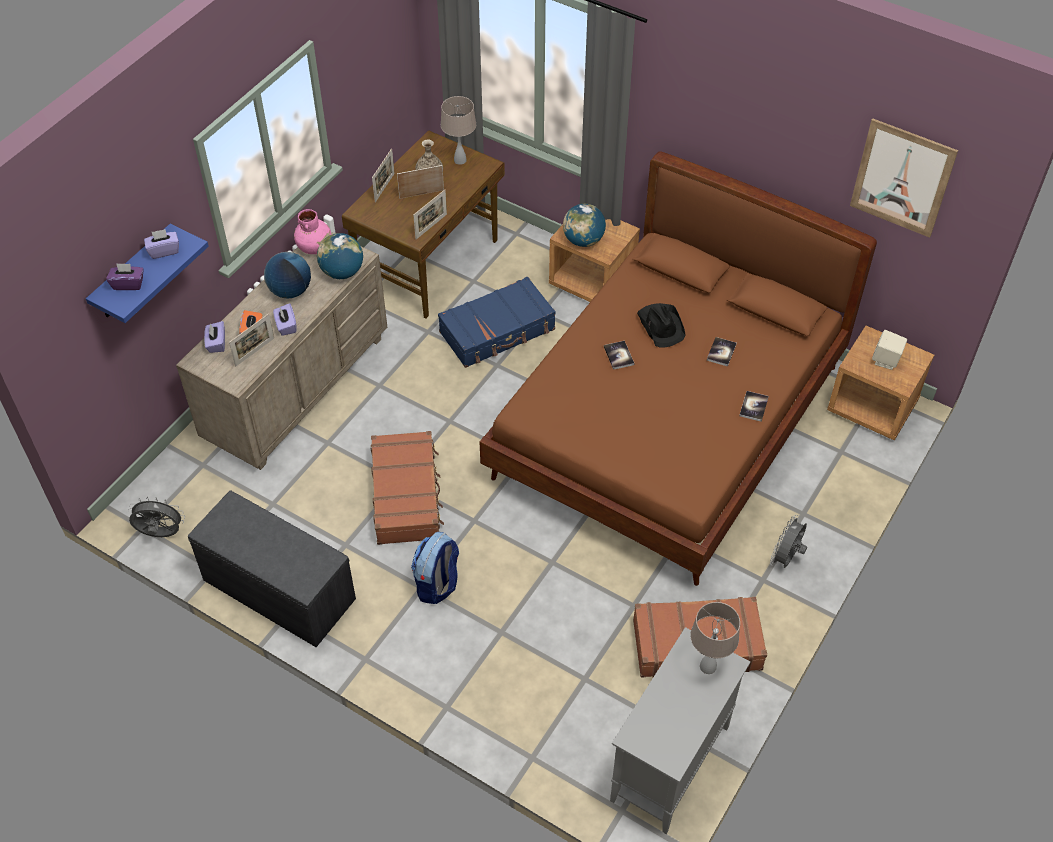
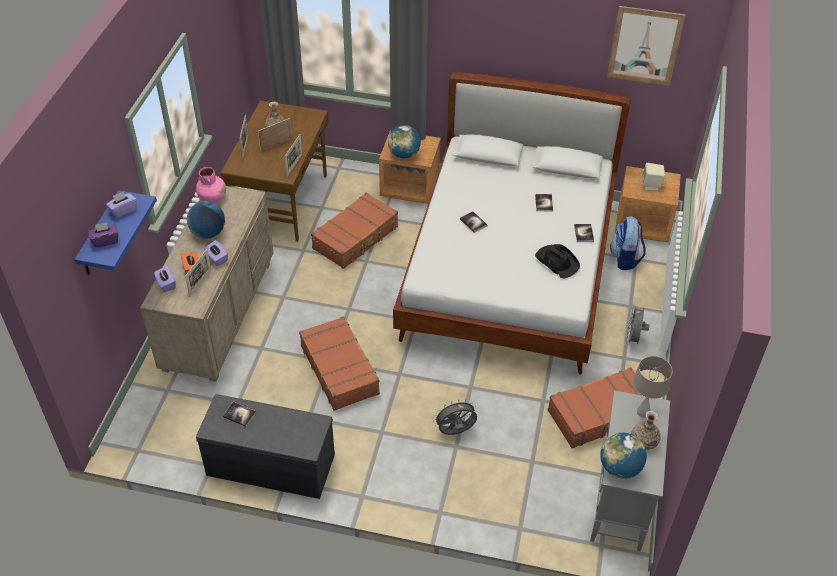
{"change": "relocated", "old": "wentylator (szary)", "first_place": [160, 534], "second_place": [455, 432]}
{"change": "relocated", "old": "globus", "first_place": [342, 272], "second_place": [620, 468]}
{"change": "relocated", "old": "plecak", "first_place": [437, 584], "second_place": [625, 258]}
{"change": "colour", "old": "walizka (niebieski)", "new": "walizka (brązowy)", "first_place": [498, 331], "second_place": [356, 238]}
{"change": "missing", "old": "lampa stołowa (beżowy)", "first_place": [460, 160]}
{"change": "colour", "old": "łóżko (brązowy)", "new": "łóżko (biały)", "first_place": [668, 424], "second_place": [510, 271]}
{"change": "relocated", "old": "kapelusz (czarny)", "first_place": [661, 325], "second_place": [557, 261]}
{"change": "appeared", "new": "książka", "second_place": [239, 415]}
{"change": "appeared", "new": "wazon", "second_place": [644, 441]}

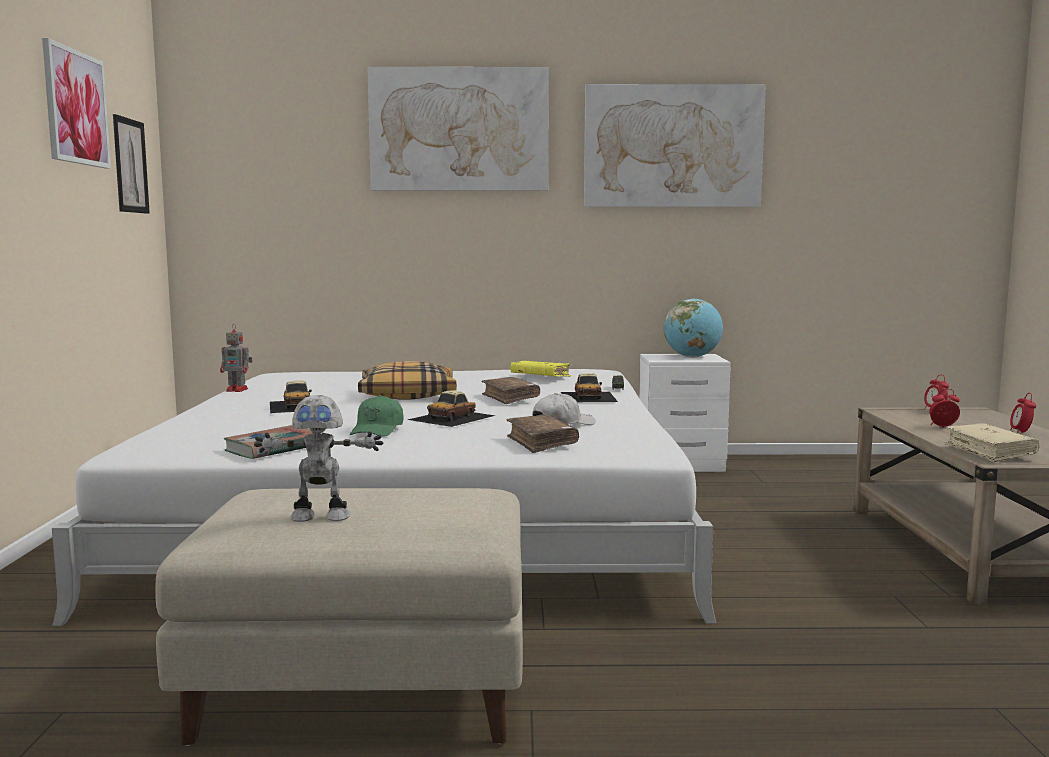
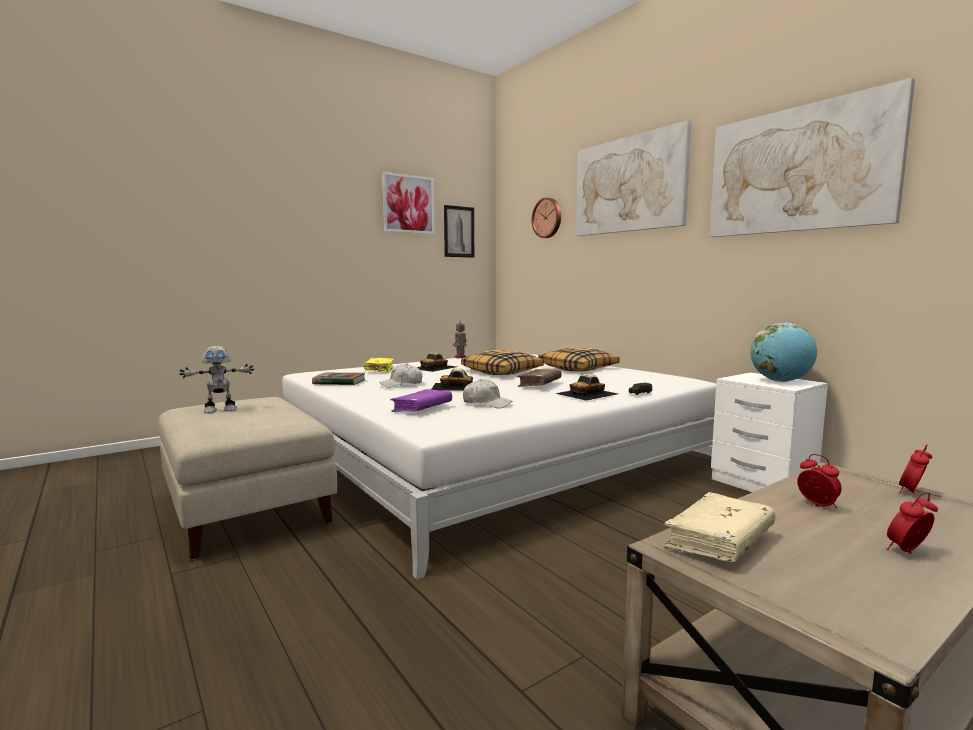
{"change": "spun", "old": "robot zabawkowy", "first_place": [321, 516], "second_place": [220, 410], "degrees": -75}
{"change": "colour", "old": "czapka z daszkiem (zielony)", "new": "czapka z daszkiem (biały)", "first_place": [378, 430], "second_place": [401, 384]}
{"change": "colour", "old": "książka (brązowy)", "new": "książka (fioletowy)", "first_place": [541, 443], "second_place": [422, 409]}
{"change": "relocated", "old": "książka (żółty)", "first_place": [540, 377], "second_place": [379, 370]}
{"change": "appeared", "new": "zegar ścienny", "second_place": [547, 218]}
{"change": "appeared", "new": "poduszka", "second_place": [578, 368]}

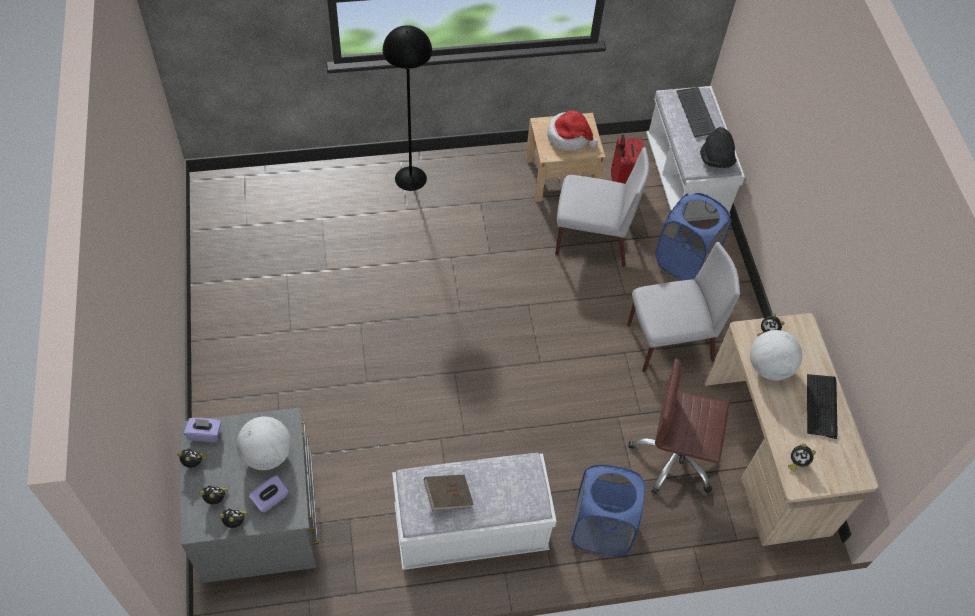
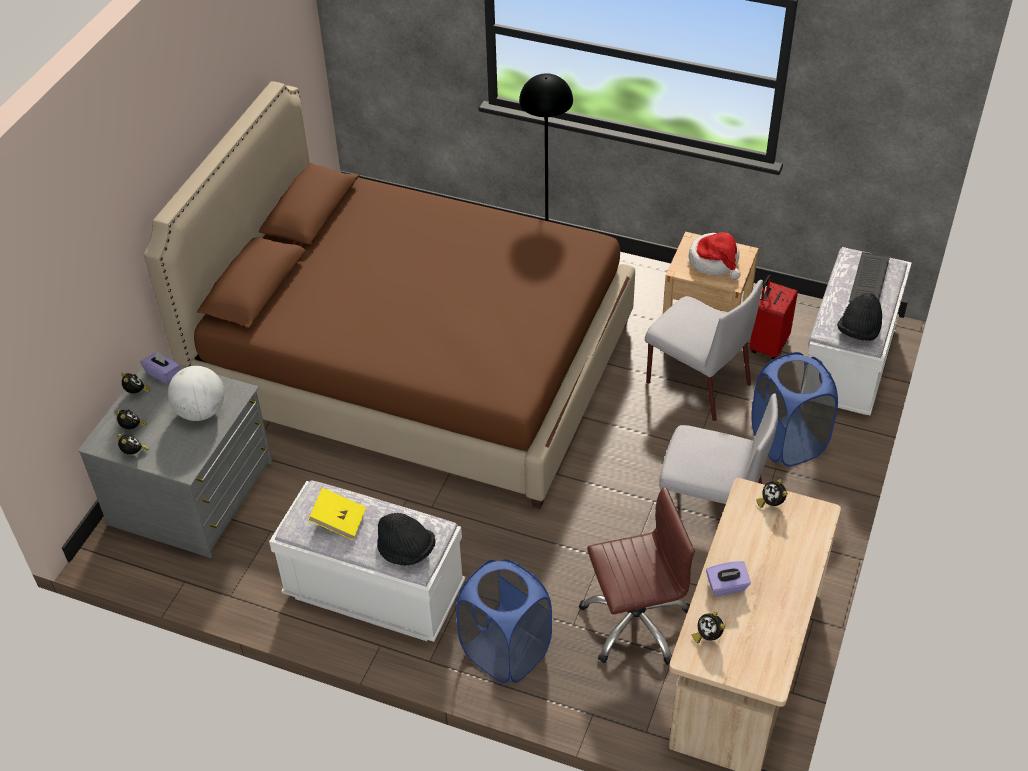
{"change": "relocated", "old": "pudełko chusteczek (fioletowy)", "first_place": [270, 499], "second_place": [727, 586]}
{"change": "colour", "old": "książka (brązowy)", "new": "książka (żółty)", "first_place": [448, 496], "second_place": [339, 521]}
{"change": "spun", "old": "krzesło biurowe (brązowy)", "first_place": [674, 457], "second_place": [635, 622], "degrees": 120}
{"change": "missing", "old": "globus", "first_place": [769, 367]}
{"change": "missing", "old": "klawiatura", "first_place": [821, 406]}
{"change": "appeared", "new": "łóżko (brązowy)", "second_place": [415, 365]}
{"change": "appeared", "new": "kapelusz (czarny)", "second_place": [406, 550]}

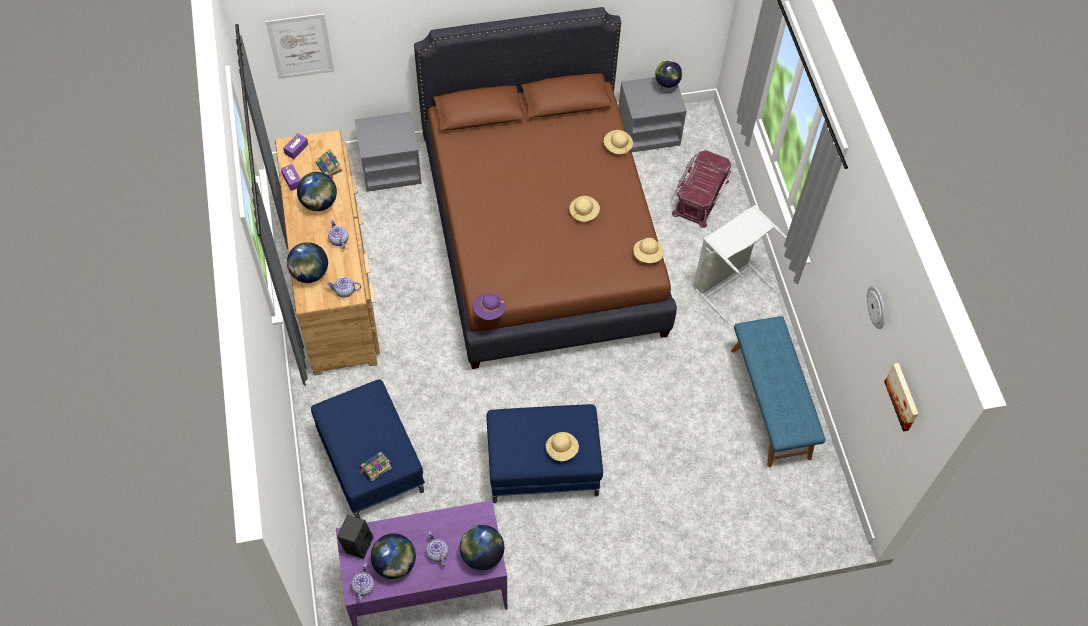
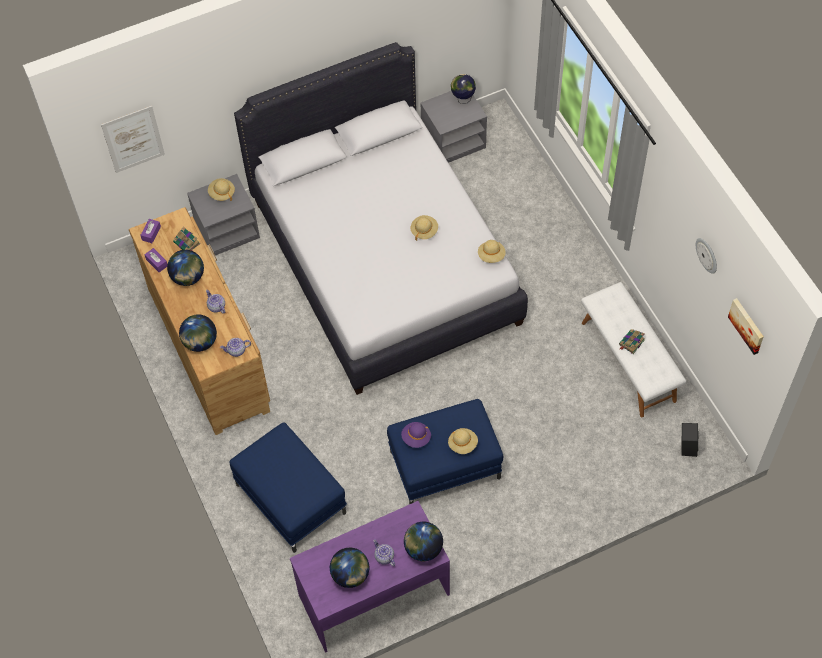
{"change": "relocated", "old": "głośnik (czarny)", "first_place": [357, 543], "second_place": [686, 446]}
{"change": "missing", "old": "imbryk", "first_place": [363, 586]}
{"change": "relocated", "old": "książka", "first_place": [375, 467], "second_place": [631, 343]}
{"change": "colour", "old": "łóżko (brązowy)", "new": "łóżko (biały)", "first_place": [541, 237], "second_place": [384, 261]}
{"change": "relocated", "old": "kapelusz (fioletowy)", "first_place": [489, 310], "second_place": [416, 438]}
{"change": "relocated", "old": "kapelusz (beżowy)", "first_place": [617, 146], "second_place": [222, 193]}
{"change": "missing", "old": "pojemnik do przechowywania (czerwony)", "first_place": [699, 197]}
{"change": "missing", "old": "kosz na pranie (szary)", "first_place": [728, 283]}
{"change": "colour", "old": "ławka (niebieski)", "new": "ławka (biały)", "first_place": [771, 403], "second_place": [629, 361]}

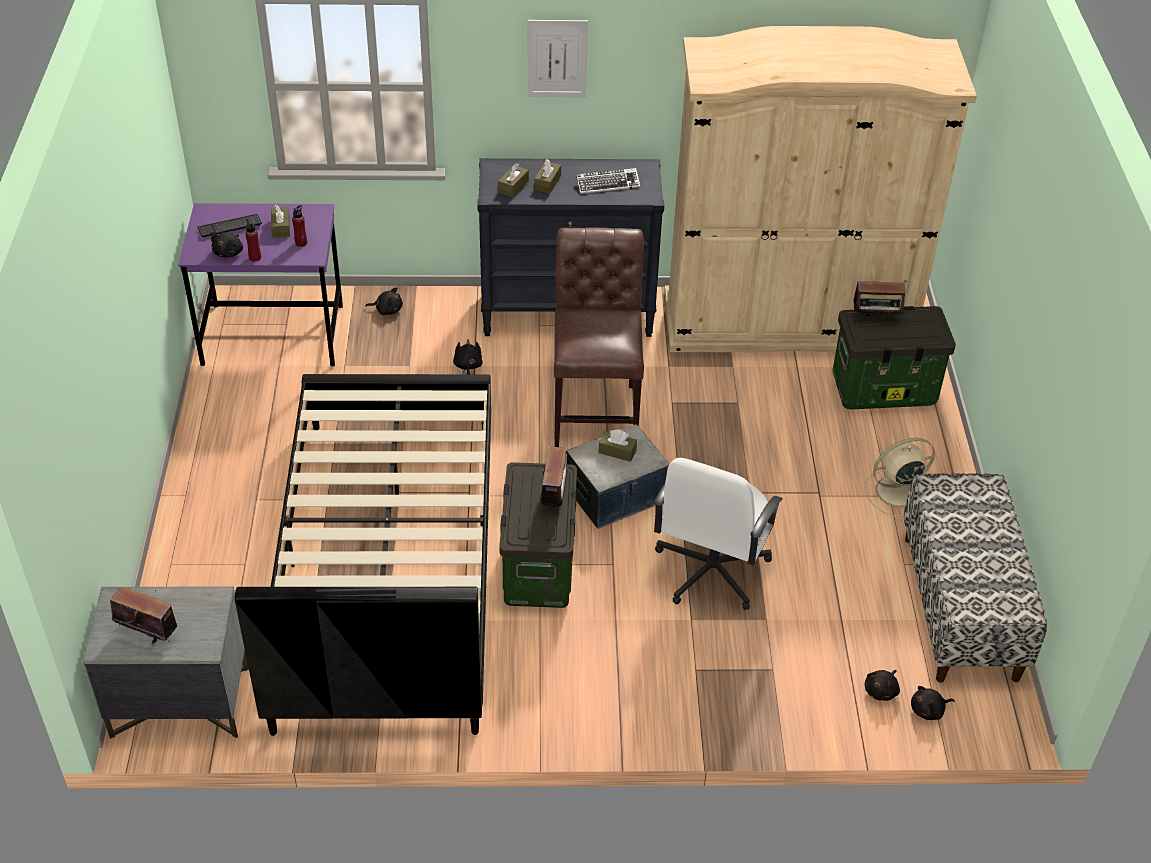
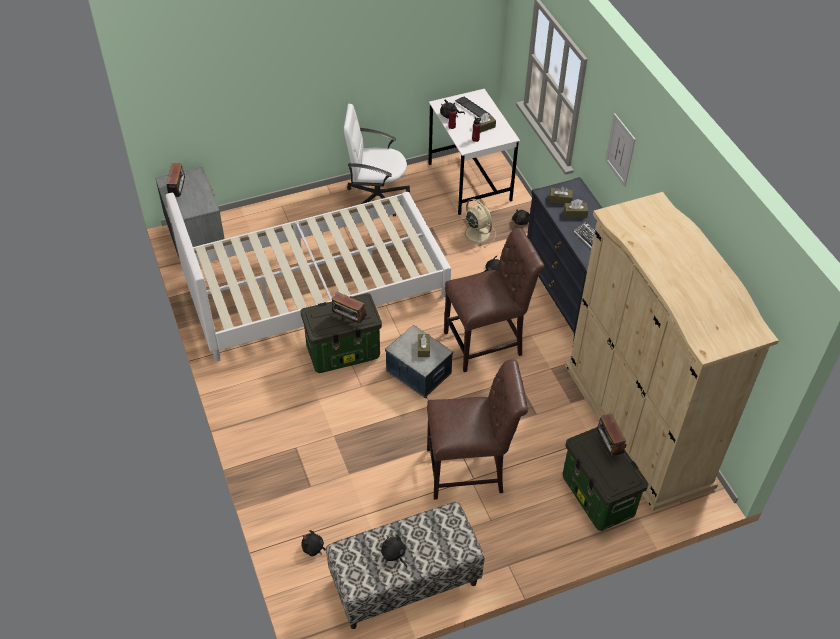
{"change": "colour", "old": "biurko (fioletowy)", "new": "biurko (biały)", "first_place": [274, 335], "second_place": [470, 182]}
{"change": "colour", "old": "łóżko (czarny)", "new": "łóżko (biały)", "first_place": [388, 567], "second_place": [316, 288]}
{"change": "spun", "old": "radio", "first_place": [554, 497], "second_place": [349, 320], "degrees": 45}
{"change": "relocated", "old": "krzesło biurowe (biały)", "first_place": [710, 570], "second_place": [376, 196]}
{"change": "relocated", "old": "wentylator (beżowy)", "first_place": [895, 492], "second_place": [476, 233]}
{"change": "relocated", "old": "pluszak (czarny)", "first_place": [928, 710], "second_place": [394, 554]}
{"change": "appeared", "new": "krzesło (brązowy)", "second_place": [470, 471]}

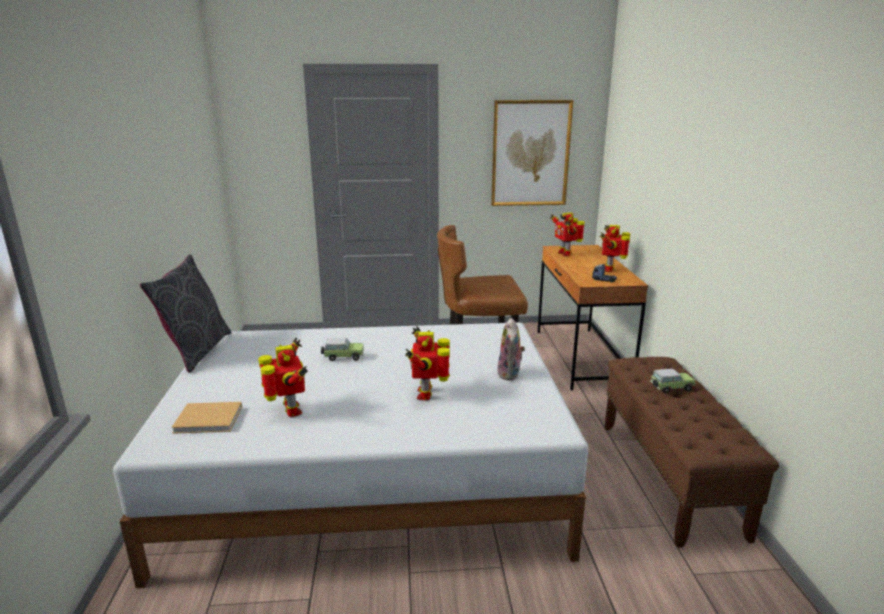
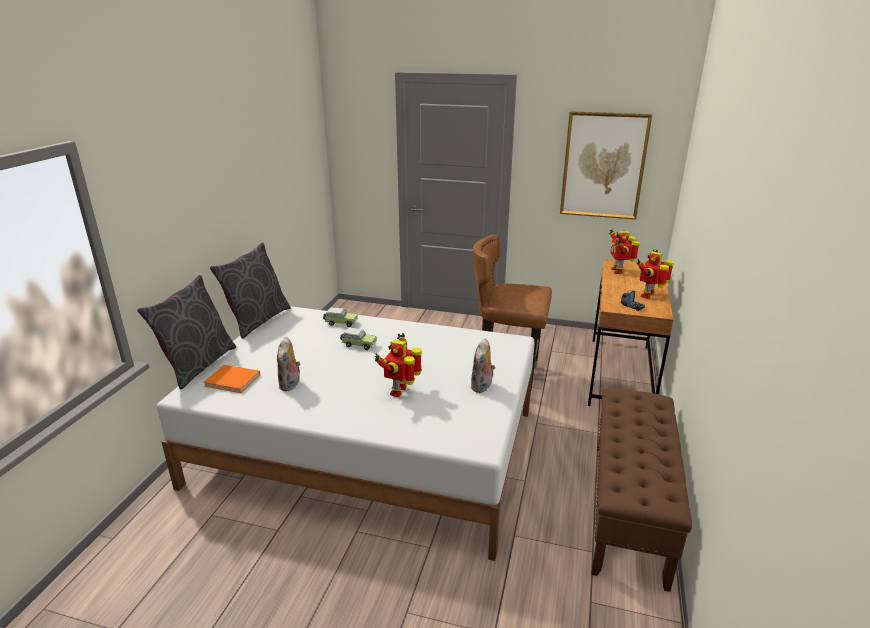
{"change": "colour", "old": "książka (beżowy)", "new": "książka (pomarańczowy)", "first_place": [210, 419], "second_place": [234, 380]}
{"change": "exchanged", "old": "robot zabawkowy", "new": "pluszak", "first_place": [290, 411], "second_place": [291, 385]}
{"change": "relocated", "old": "samochodzik", "first_place": [670, 388], "second_place": [340, 323]}
{"change": "appeared", "new": "poduszka (szary)", "second_place": [198, 365]}

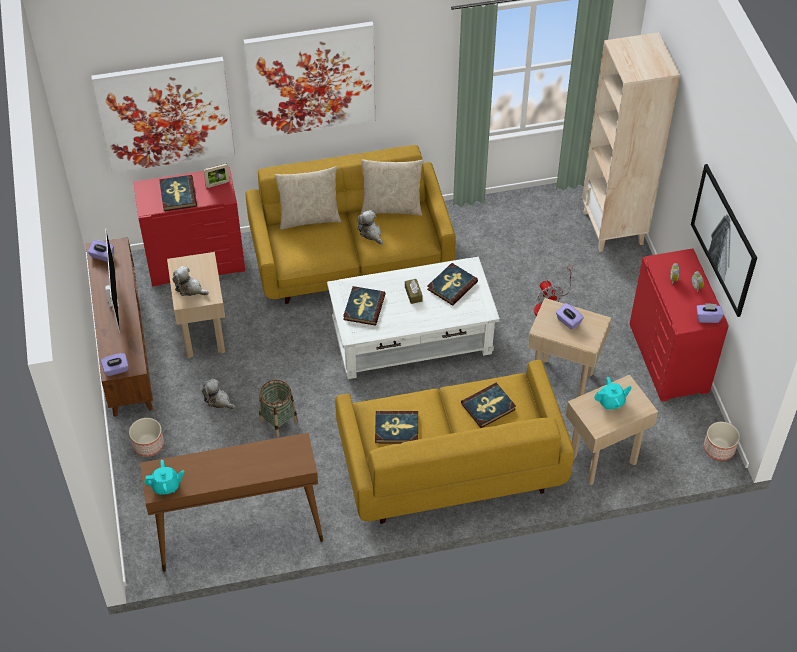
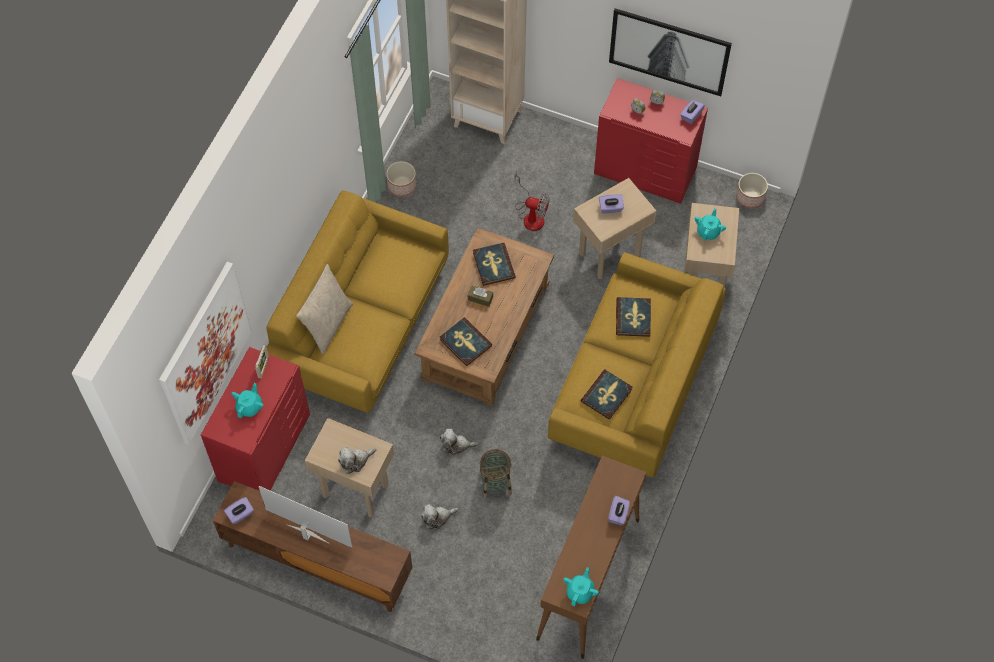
{"change": "relocated", "old": "pudełko chusteczek (fioletowy)", "first_place": [116, 369], "second_place": [618, 514]}
{"change": "relocated", "old": "donica", "first_place": [148, 445], "second_place": [402, 186]}
{"change": "exchanged", "old": "książka", "new": "imbryk (turkusowy)", "first_place": [178, 195], "second_place": [249, 407]}
{"change": "missing", "old": "obraz", "first_place": [311, 79]}
{"change": "colour", "old": "ława (biały)", "new": "ława (brązowy)", "first_place": [411, 338], "second_place": [485, 333]}
{"change": "relocated", "old": "pluszak", "first_place": [371, 233], "second_place": [456, 445]}
{"change": "missing", "old": "poduszka (beżowy)", "first_place": [391, 207]}

